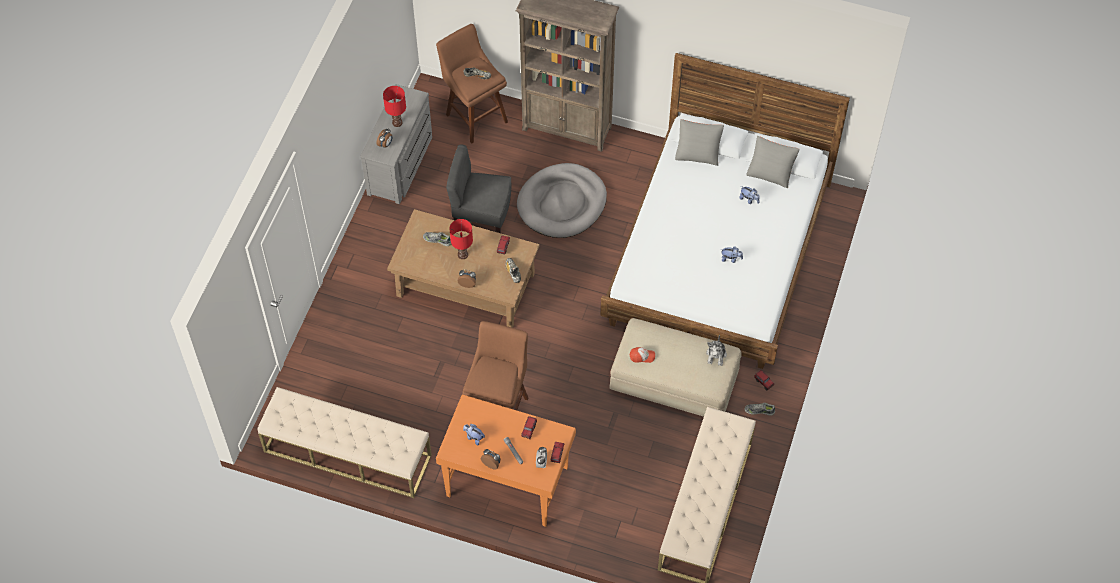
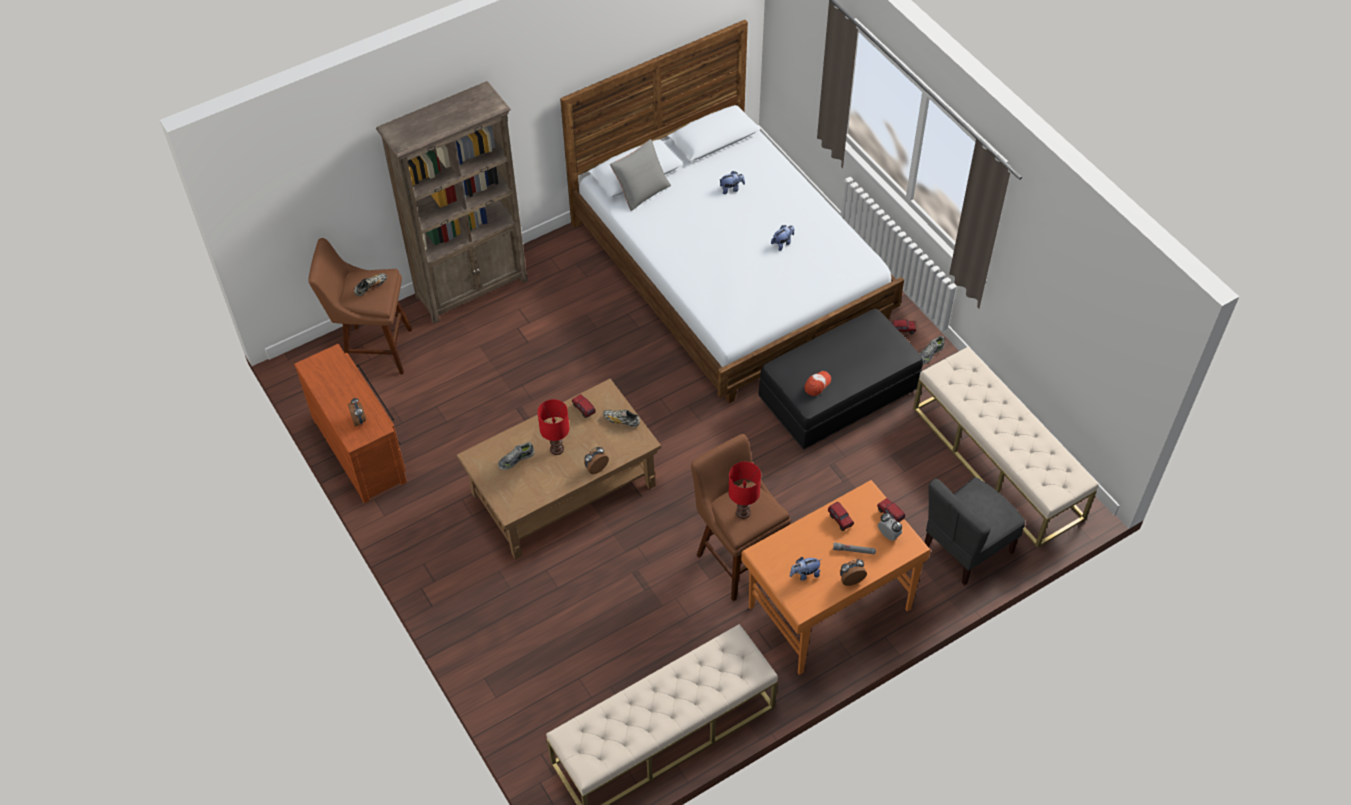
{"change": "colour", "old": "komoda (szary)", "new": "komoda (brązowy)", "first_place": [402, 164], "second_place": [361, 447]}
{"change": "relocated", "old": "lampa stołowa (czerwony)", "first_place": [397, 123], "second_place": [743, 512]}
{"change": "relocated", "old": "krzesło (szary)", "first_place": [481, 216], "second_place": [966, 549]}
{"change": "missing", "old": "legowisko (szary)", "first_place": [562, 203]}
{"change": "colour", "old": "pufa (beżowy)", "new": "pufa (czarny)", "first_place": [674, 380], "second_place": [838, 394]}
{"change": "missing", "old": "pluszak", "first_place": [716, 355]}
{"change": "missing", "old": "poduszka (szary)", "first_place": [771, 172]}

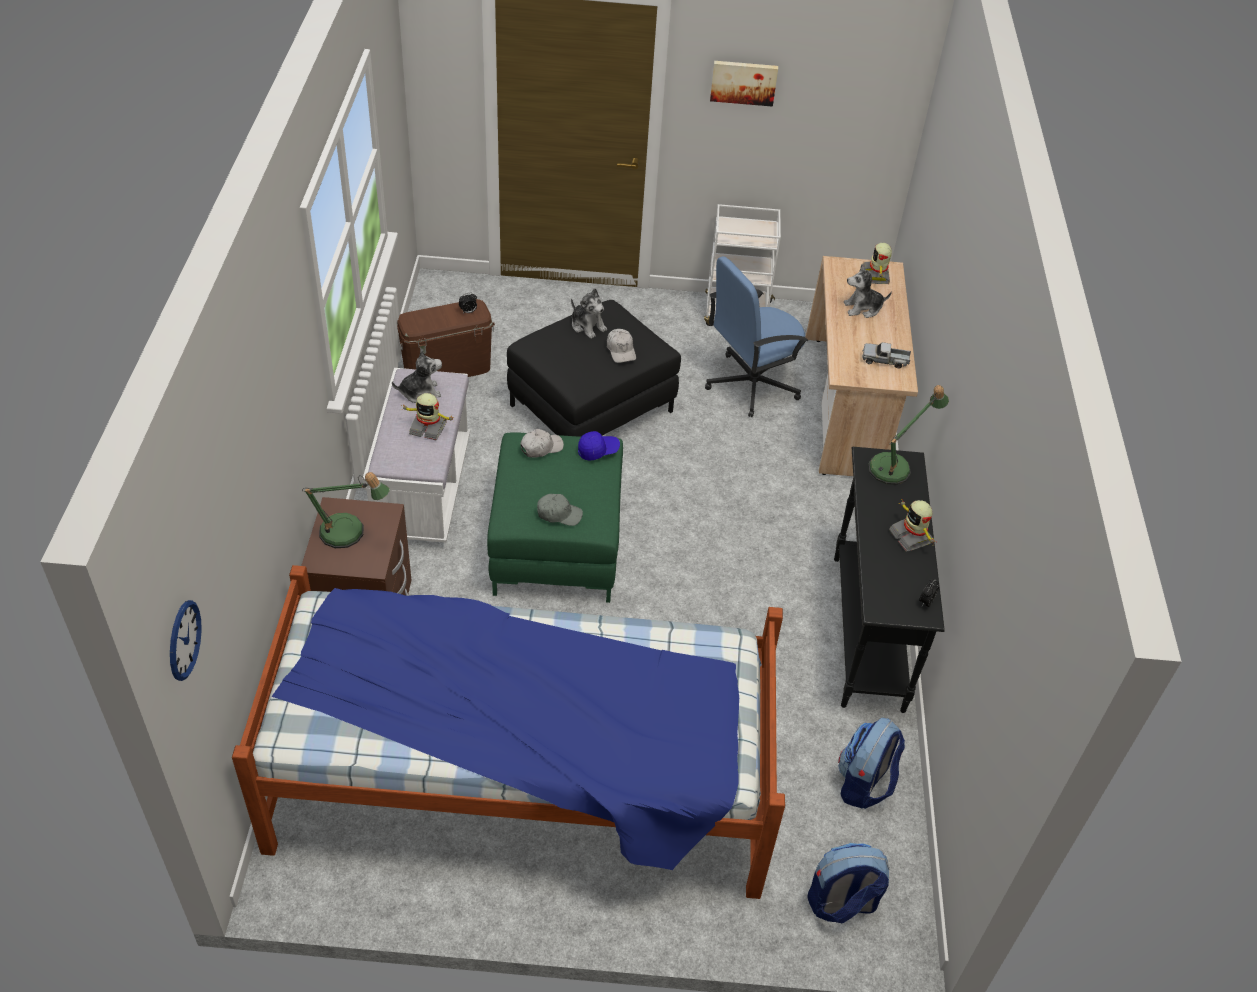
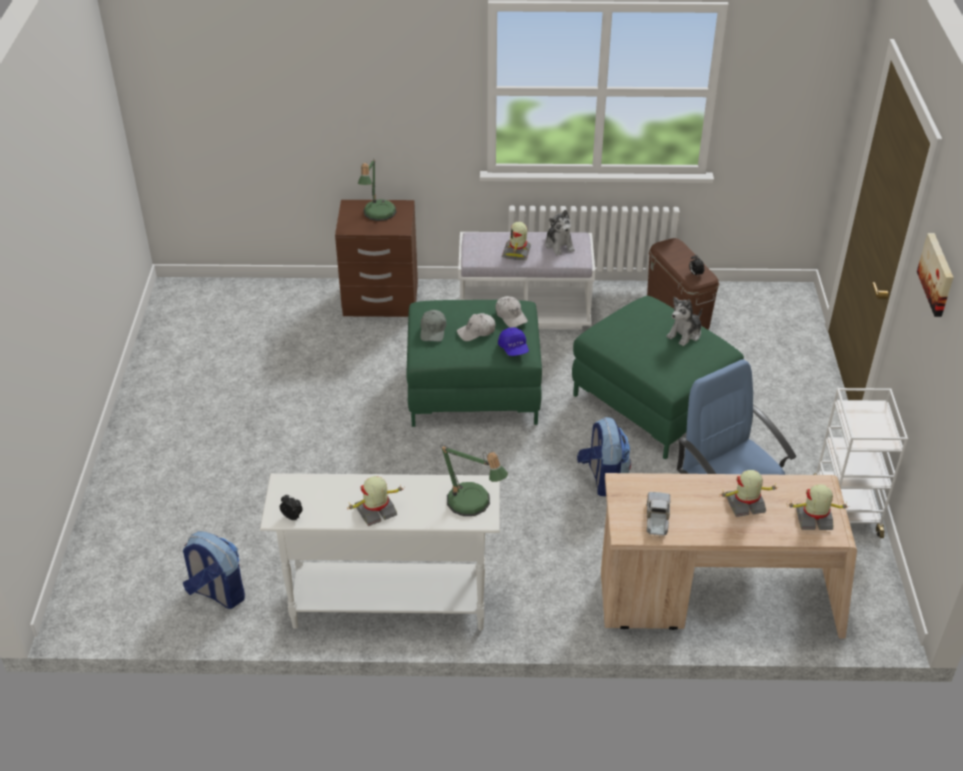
{"change": "missing", "old": "zegar ścienny", "first_place": [184, 640]}
{"change": "missing", "old": "łóżko", "first_place": [524, 780]}
{"change": "colour", "old": "pufa (czarny)", "new": "pufa (zielony)", "first_place": [591, 408], "second_place": [653, 403]}
{"change": "relocated", "old": "czapka z daszkiem (biały)", "first_place": [621, 350], "second_place": [476, 332]}
{"change": "relocated", "old": "plecak", "first_place": [841, 903], "second_place": [603, 478]}
{"change": "colour", "old": "stolik konsolowy (czarny)", "new": "stolik konsolowy (biały)", "first_place": [867, 632], "second_place": [388, 604]}
{"change": "exchanged", "old": "pluszak", "new": "robot zabawkowy", "first_place": [863, 308], "second_place": [745, 505]}

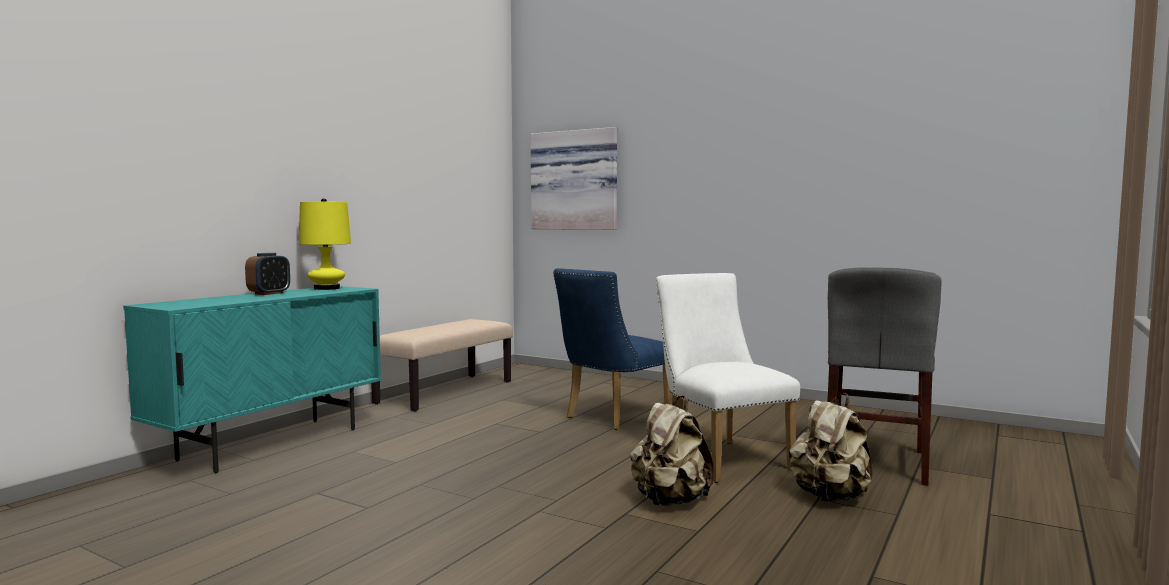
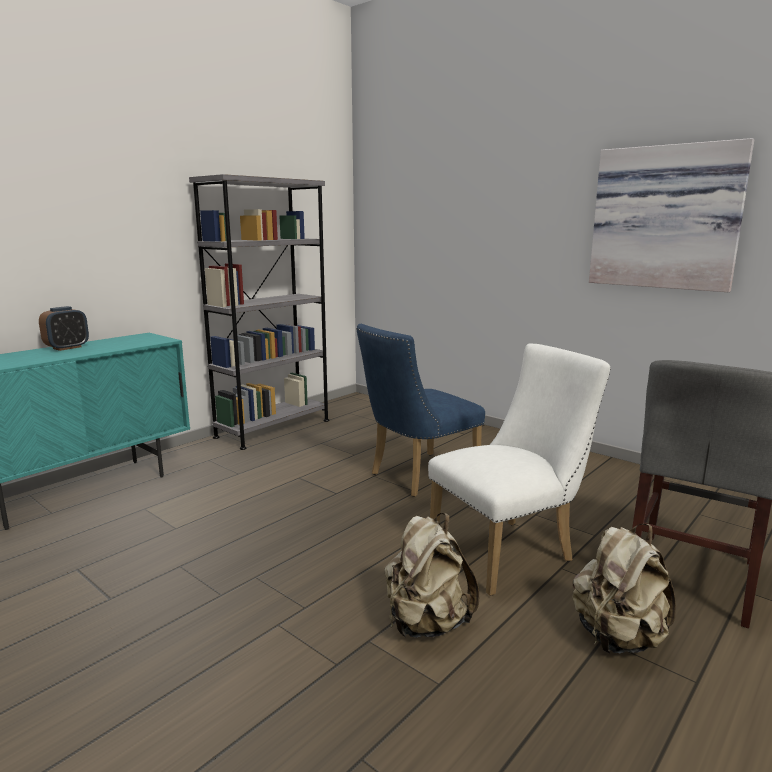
{"change": "missing", "old": "lampa stołowa (żółty)", "first_place": [326, 288]}
{"change": "exchanged", "old": "ławka (beżowy)", "new": "regał (szary)", "first_place": [445, 392], "second_place": [273, 428]}
{"change": "relocated", "old": "obraz", "first_place": [575, 180], "second_place": [665, 218]}
{"change": "spun", "old": "krzesło (biały)", "first_place": [720, 458], "second_place": [510, 552], "degrees": 75}

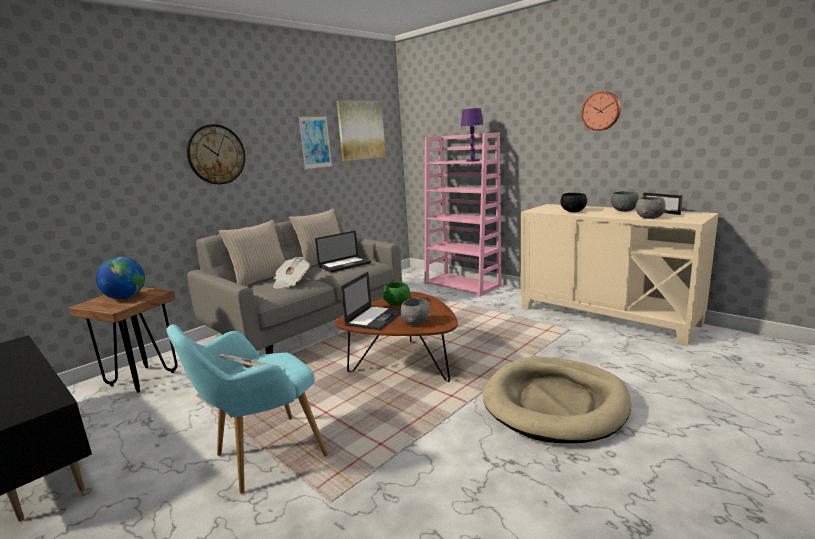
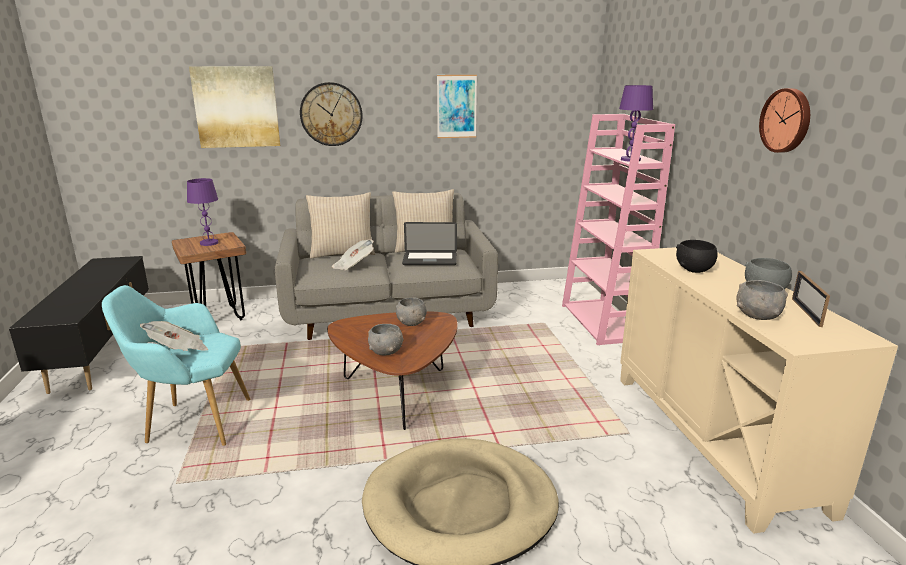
{"change": "exchanged", "old": "globus", "new": "lampa stołowa (fioletowy)", "first_place": [125, 298], "second_place": [209, 243]}
{"change": "relocated", "old": "obraz", "first_place": [361, 130], "second_place": [236, 107]}
{"change": "missing", "old": "laptop", "first_place": [374, 318]}
{"change": "colour", "old": "miska (zielony)", "new": "miska (szary)", "first_place": [397, 303], "second_place": [411, 323]}

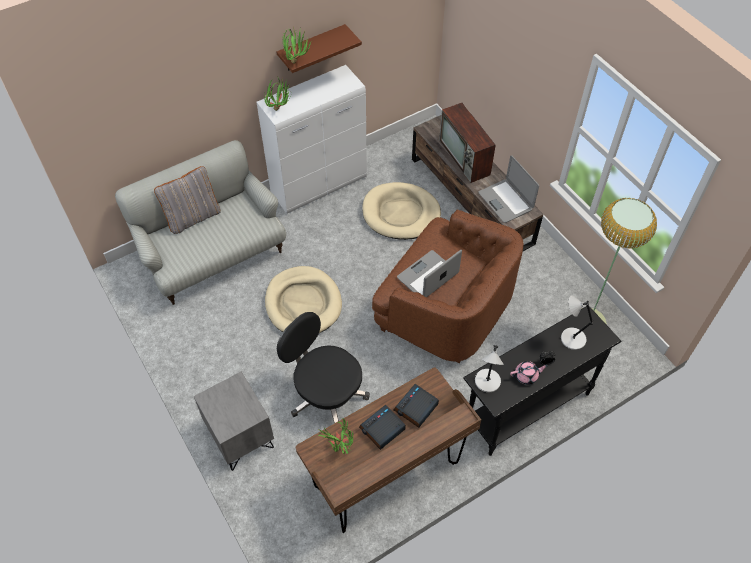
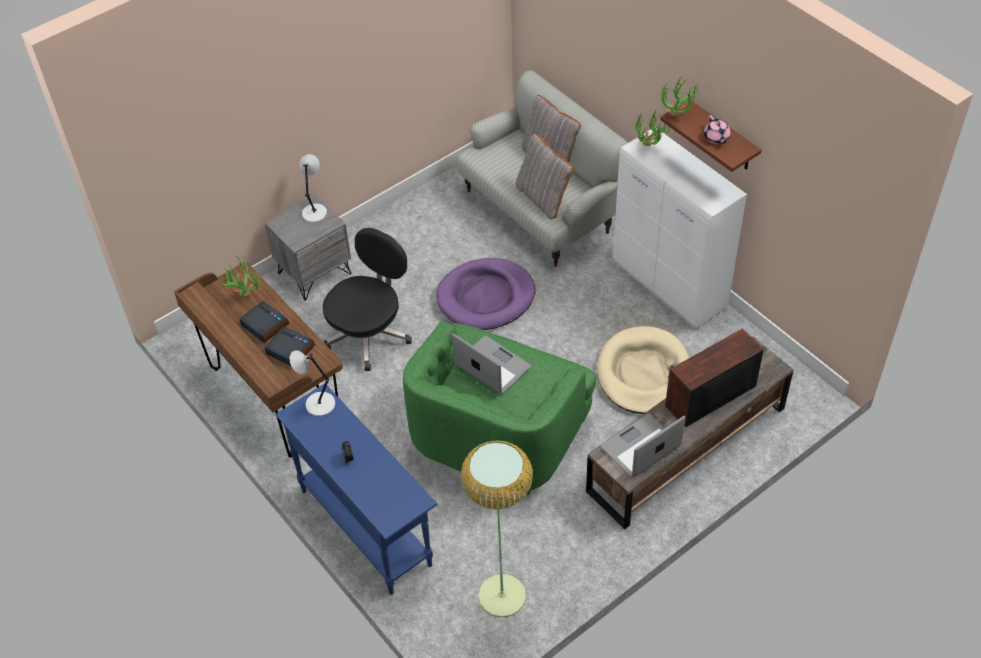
{"change": "colour", "old": "legowisko (beżowy)", "new": "legowisko (fioletowy)", "first_place": [303, 303], "second_place": [486, 297]}
{"change": "colour", "old": "fotel (brązowy)", "new": "fotel (zielony)", "first_place": [445, 309], "second_place": [498, 433]}
{"change": "colour", "old": "stolik konsolowy (czarny)", "new": "stolik konsolowy (niebieski)", "first_place": [527, 408], "second_place": [365, 526]}
{"change": "relocated", "old": "imbryk (różowy)", "first_place": [526, 376], "second_place": [716, 138]}
{"change": "relocated", "old": "lampa stołowa (szary)", "first_place": [571, 338], "second_place": [314, 212]}
{"change": "appeared", "new": "poduszka (szary)", "second_place": [543, 198]}

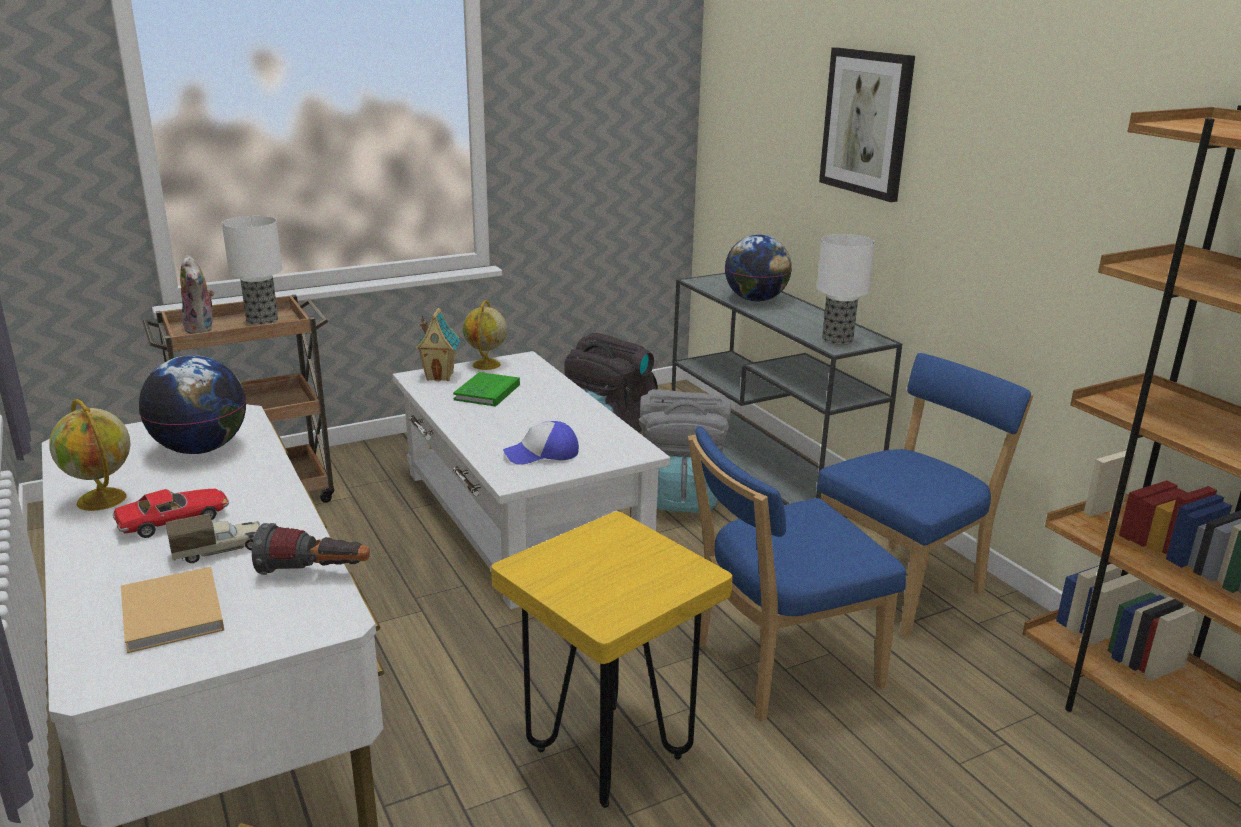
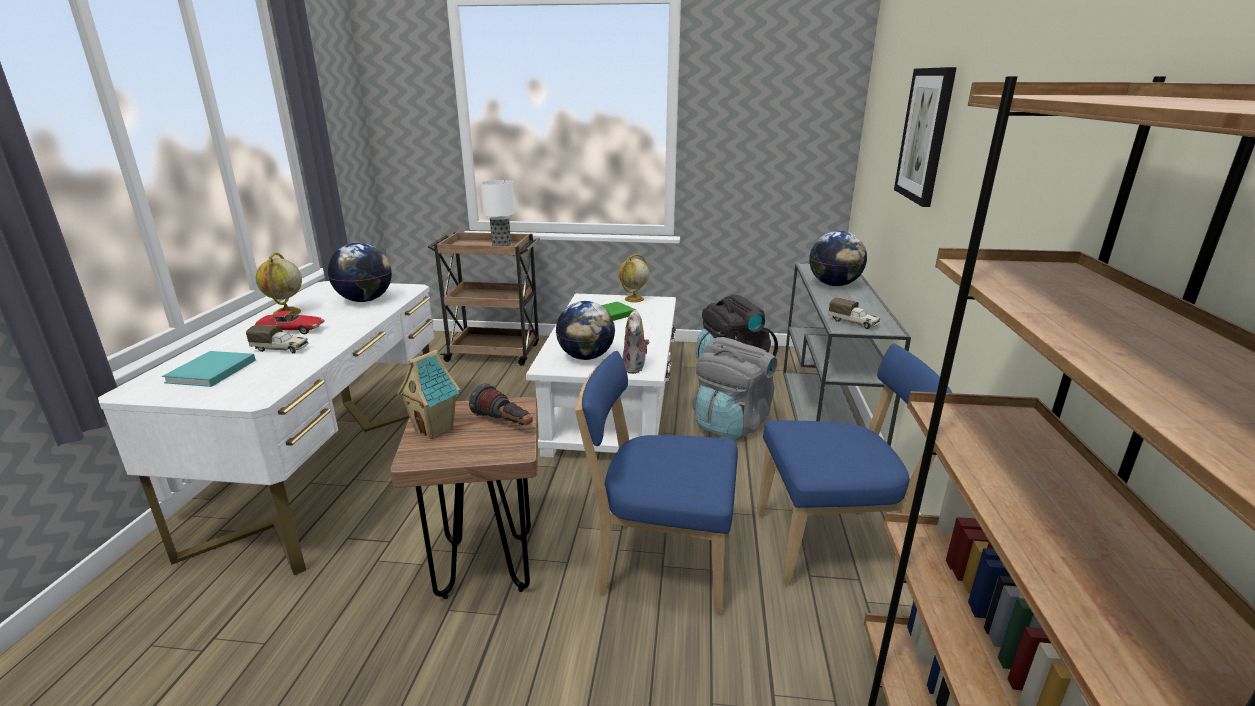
{"change": "colour", "old": "książka (beżowy)", "new": "książka (turkusowy)", "first_place": [172, 614], "second_place": [210, 372]}
{"change": "relocated", "old": "pluszak", "first_place": [202, 329], "second_place": [635, 368]}
{"change": "relocated", "old": "latarka", "first_place": [315, 573], "second_place": [505, 424]}
{"change": "relocated", "old": "domek", "first_place": [440, 376], "second_place": [435, 429]}
{"change": "colour", "old": "stołek (żółty)", "new": "stołek (brązowy)", "first_place": [608, 753], "second_place": [486, 566]}
{"change": "exchanged", "old": "czapka z daszkiem", "new": "globus", "first_place": [542, 454], "second_place": [586, 357]}
{"change": "exchanged", "old": "lampa stołowa", "new": "ciężarówka zabawkowa", "first_place": [836, 340], "second_place": [853, 323]}

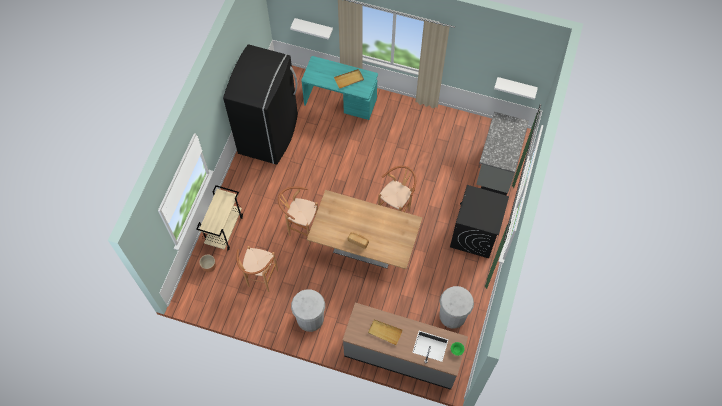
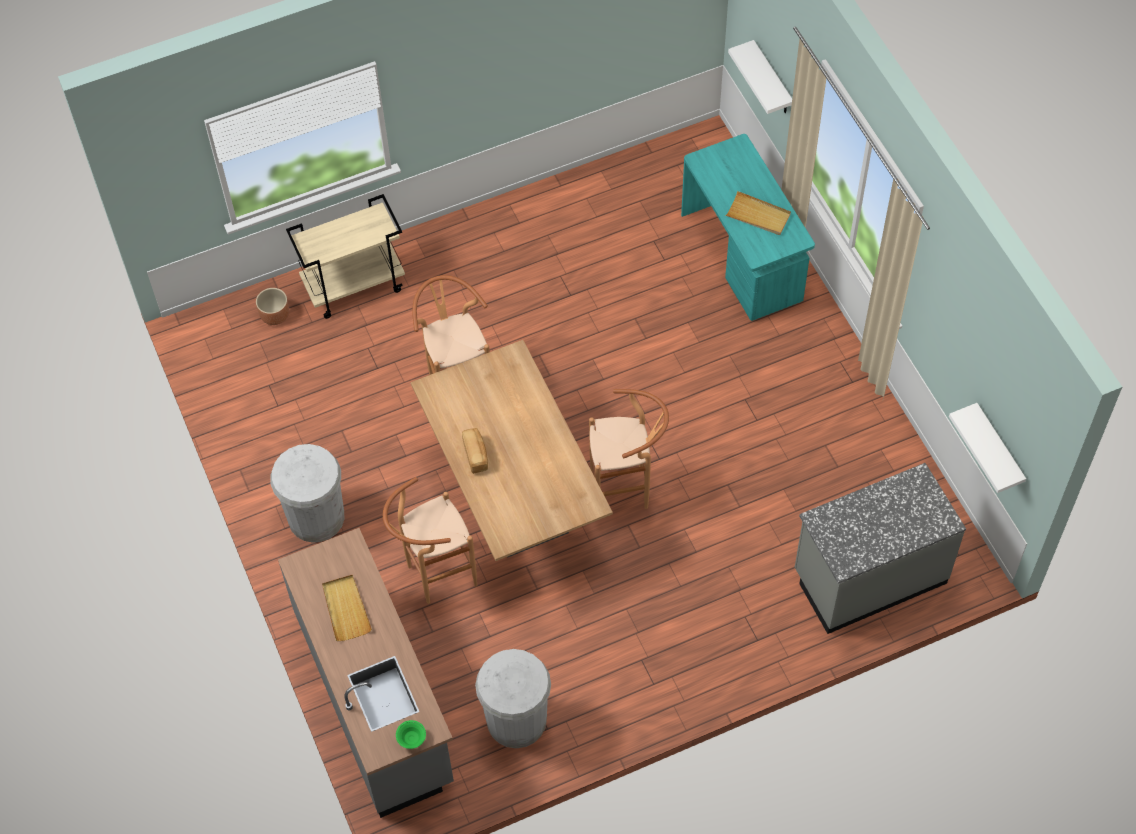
{"change": "missing", "old": "lodówka (czarny)", "first_place": [269, 134]}
{"change": "relocated", "old": "stołek (brązowy)", "first_place": [261, 281], "second_place": [435, 577]}
{"change": "missing", "old": "pralka (czarny)", "first_place": [474, 234]}

